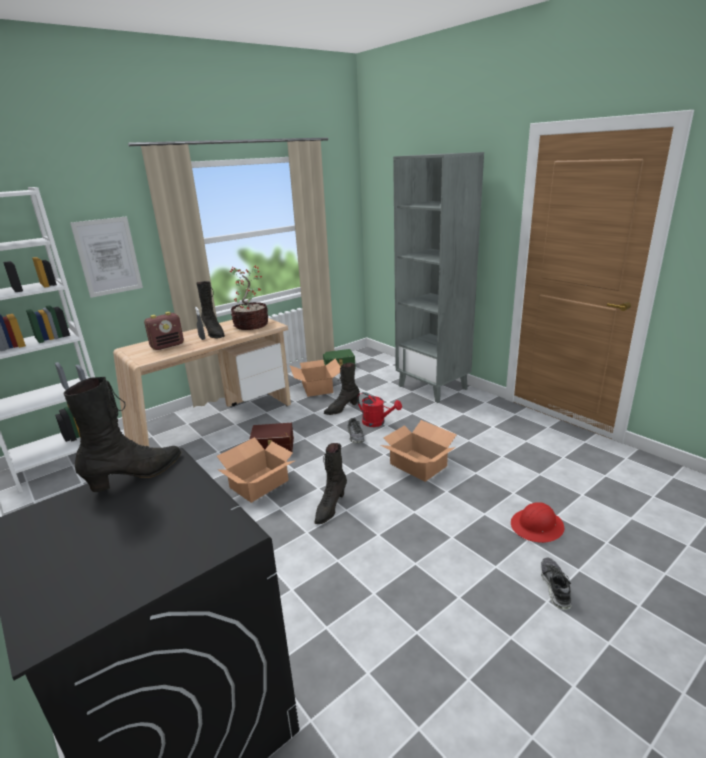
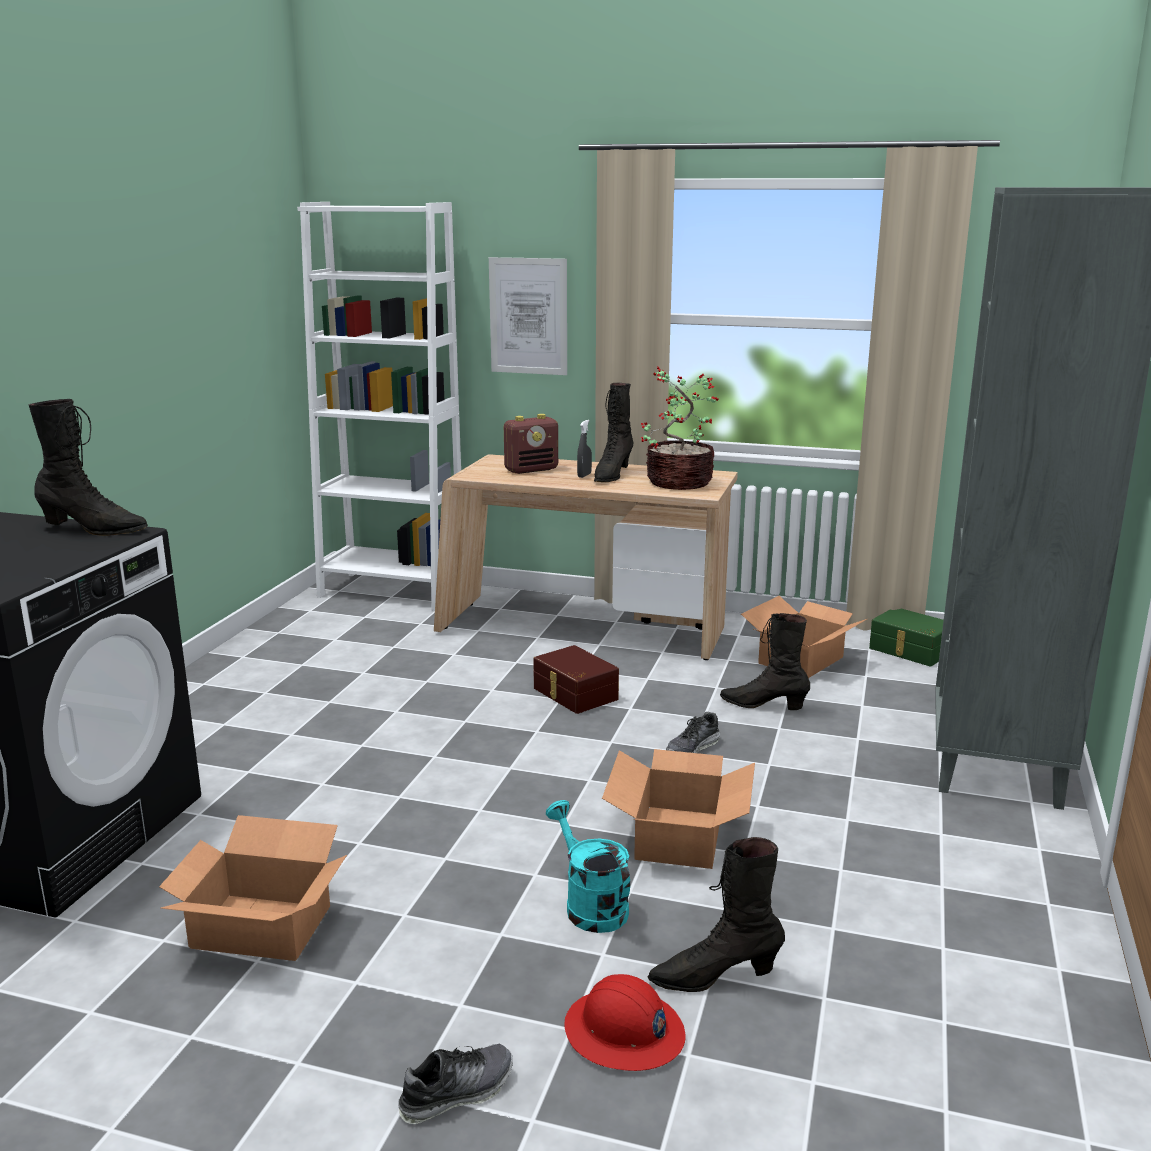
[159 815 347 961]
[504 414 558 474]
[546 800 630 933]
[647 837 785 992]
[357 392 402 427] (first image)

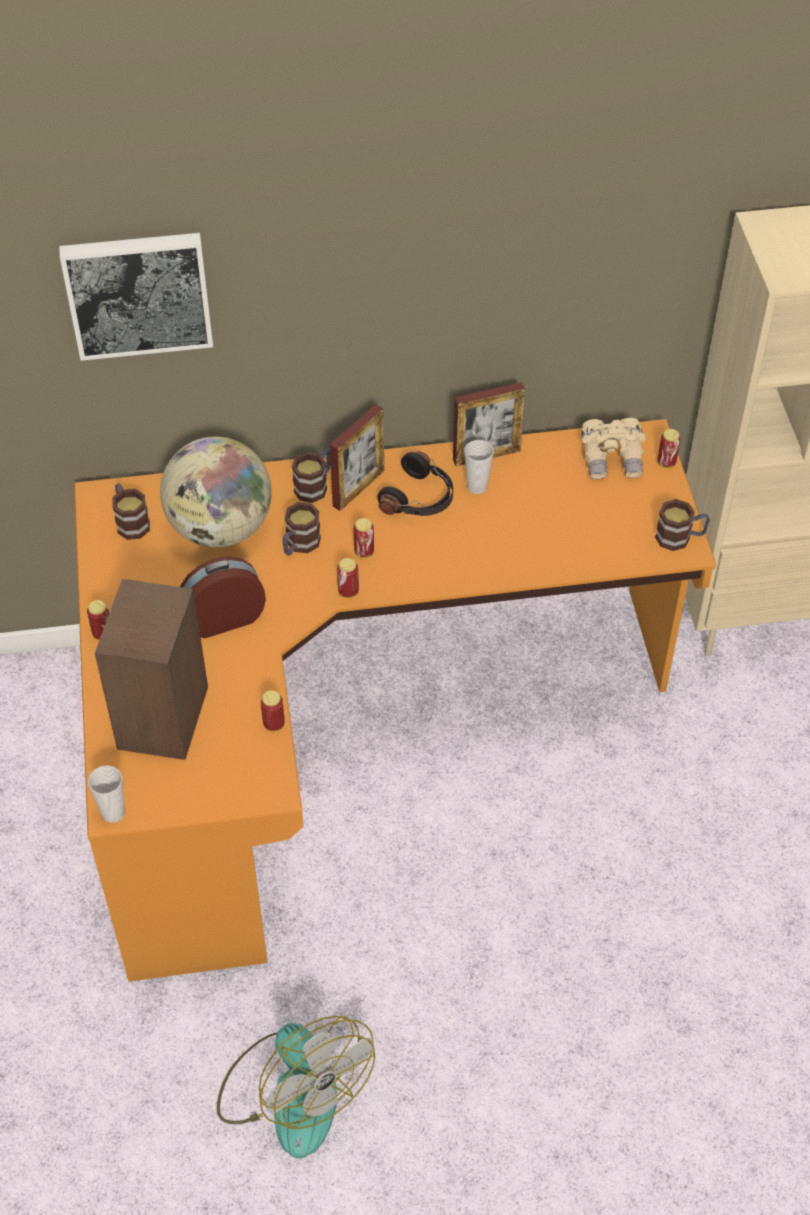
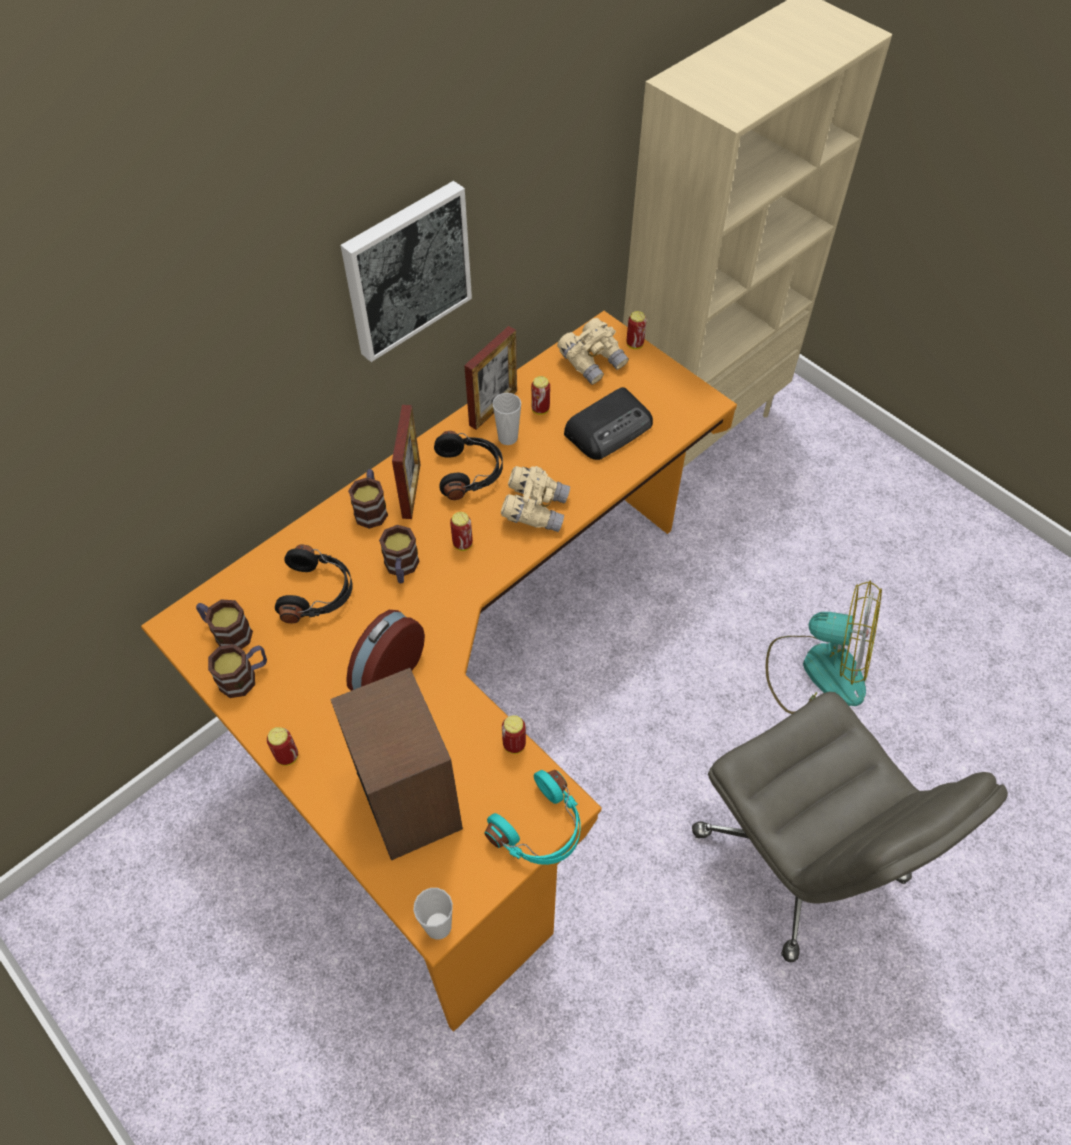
[208 644 267 698]
[275 544 353 623]
[340 181 472 362]
[484 770 580 865]
[501 466 570 532]
[531 376 550 415]
[564 387 653 460]
[692 692 1008 962]
[766 580 882 714]

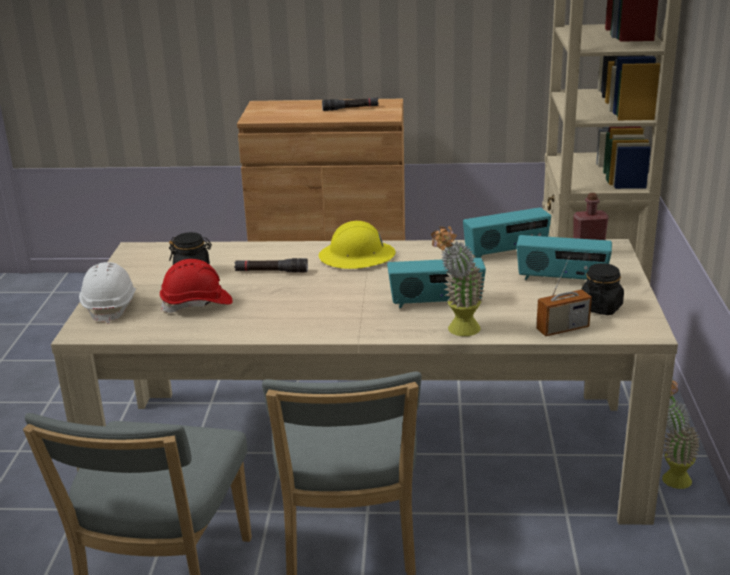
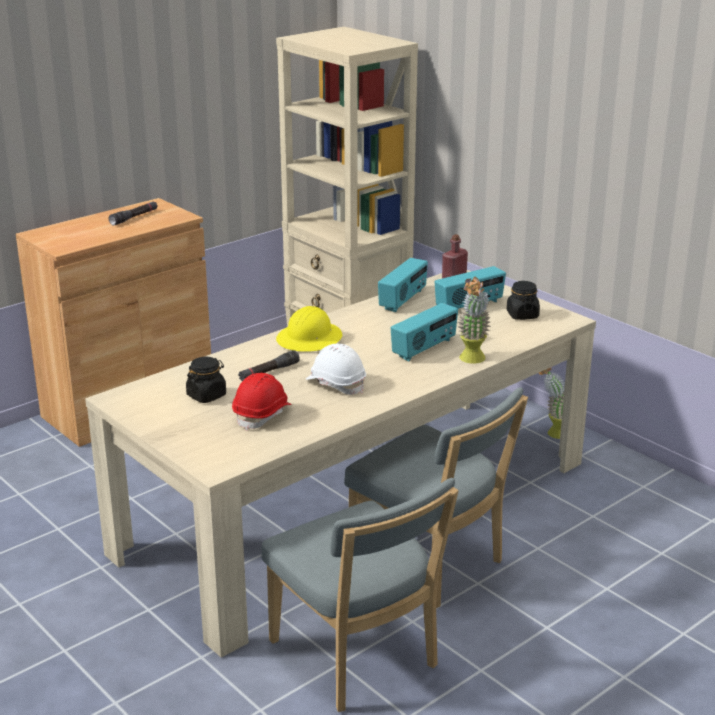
[306 344 366 395]
[536 256 592 336] (first image)

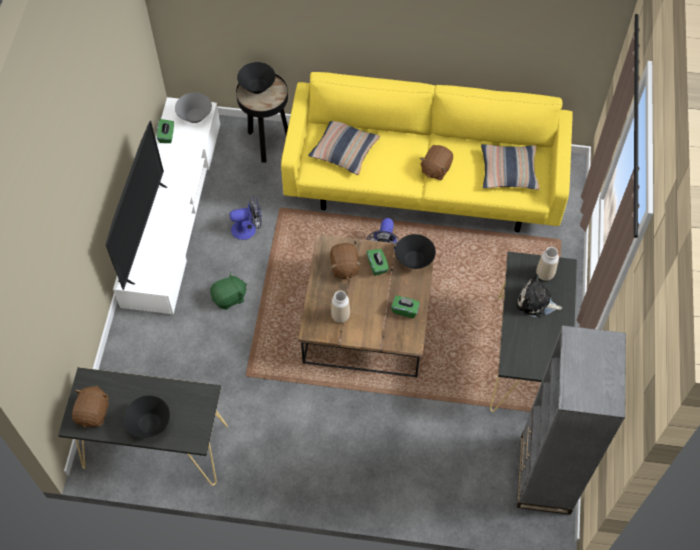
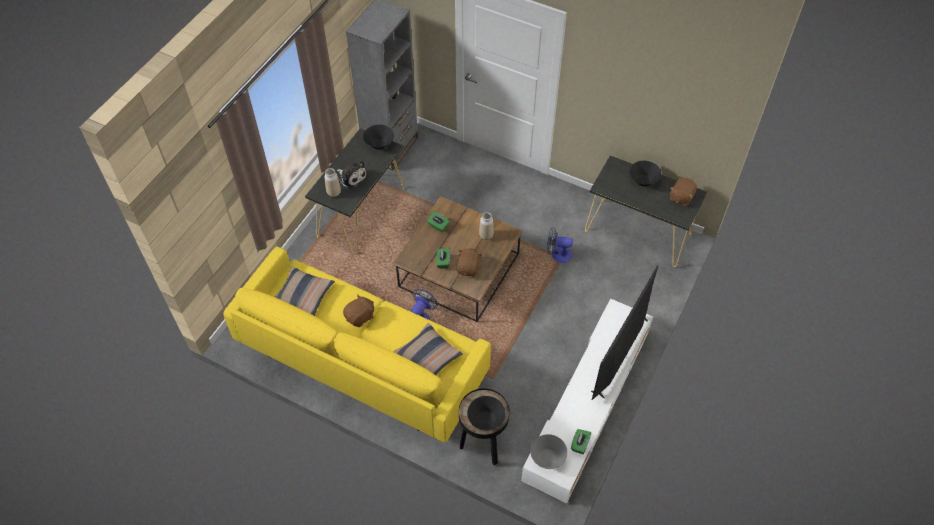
[363 125 394 150]
[547 228 573 263]
[210 272 247 310] (first image)

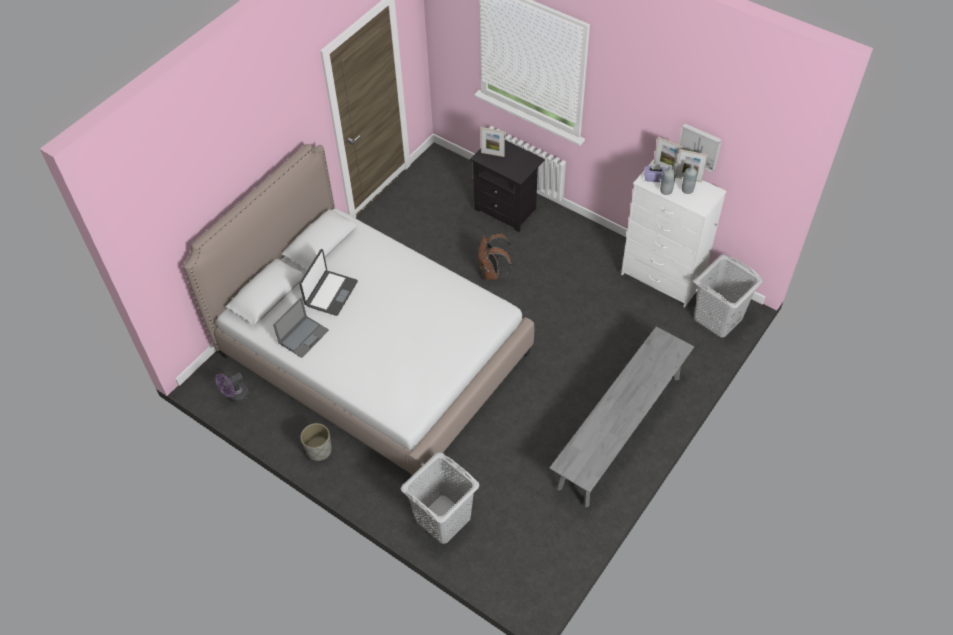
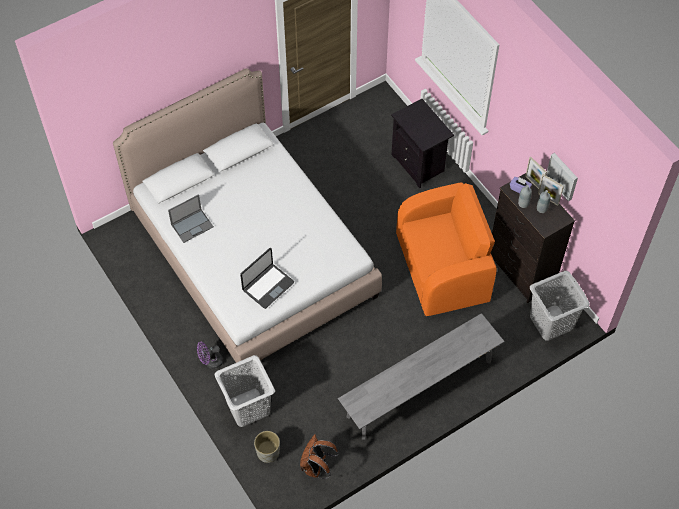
[197 342 223 369]
[240 248 294 309]
[254 431 280 463]
[300 434 338 479]
[396 182 497 316]
[491 173 575 303]
[481 127 505 157] (first image)

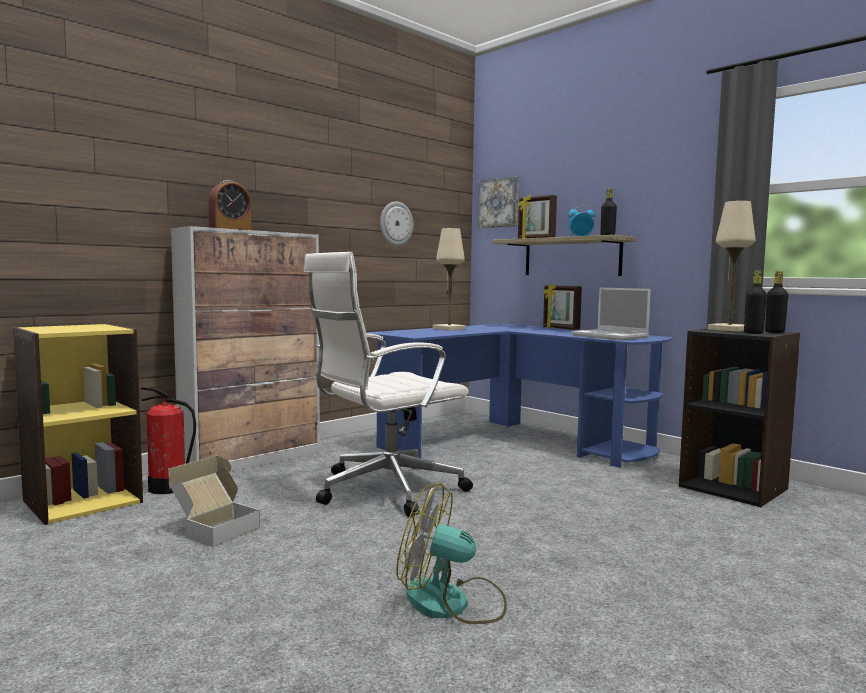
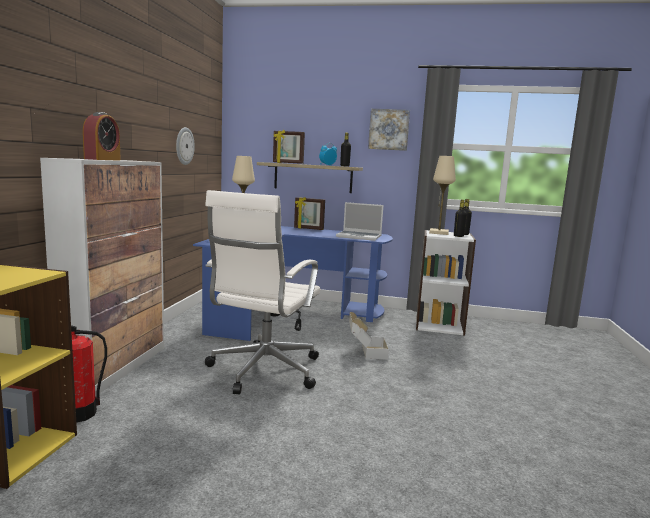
[349 312 389 360]
[368 109 410 151]
[416 230 476 336]
[396 483 507 624] (first image)

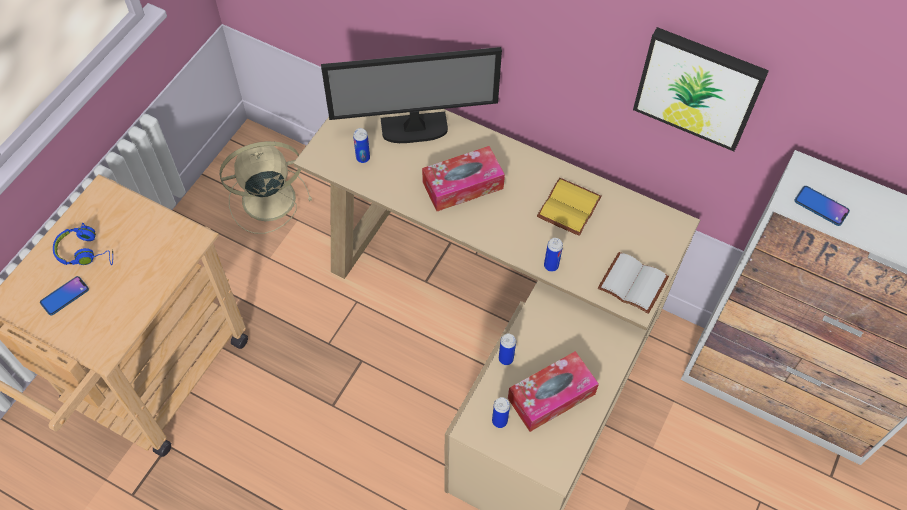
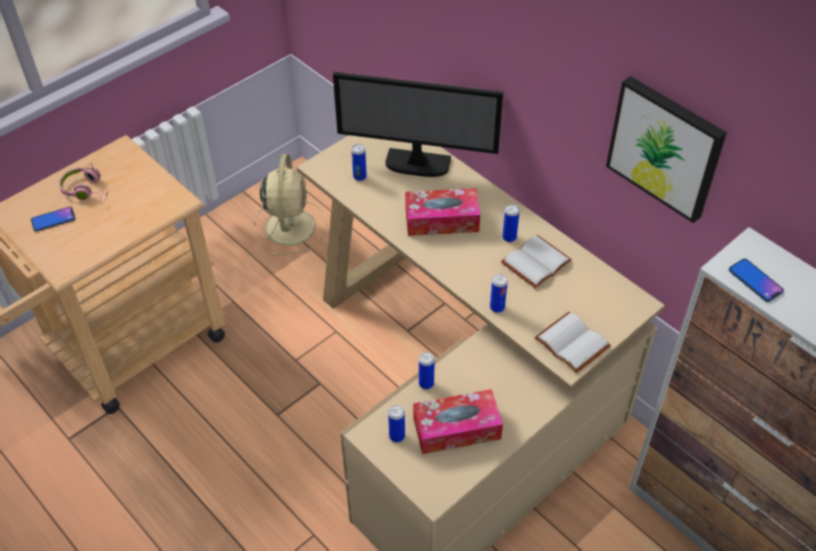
[58 163 108 204]
[254 154 327 256]
[501 235 572 289]
[502 204 520 242]

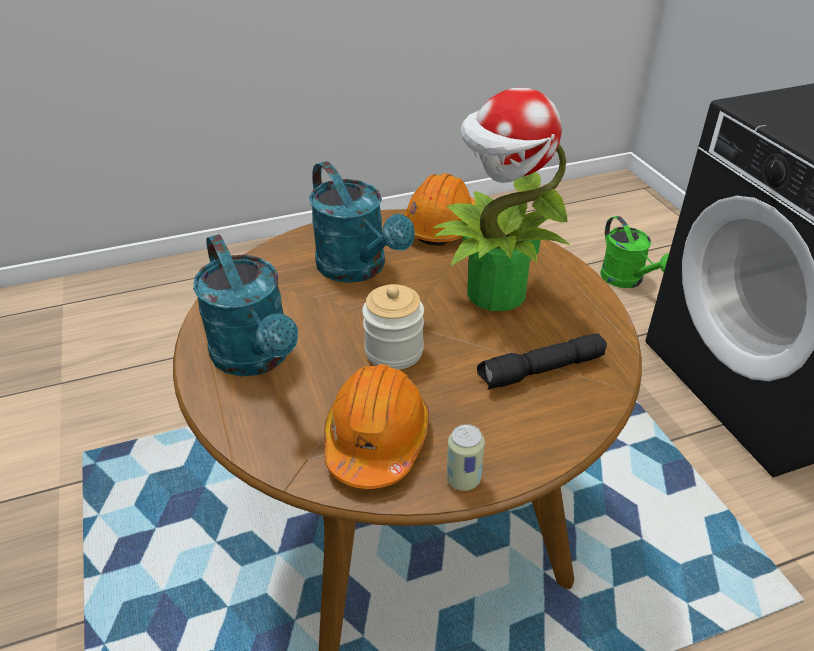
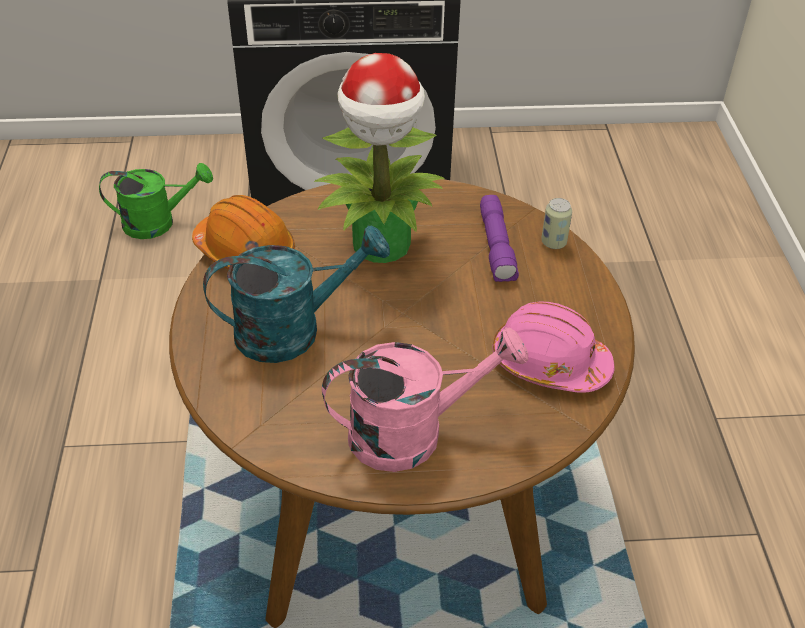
[322 327 528 472]
[480 195 519 282]
[493 301 615 393]
[541 198 572 249]
[362 284 424 370] (first image)

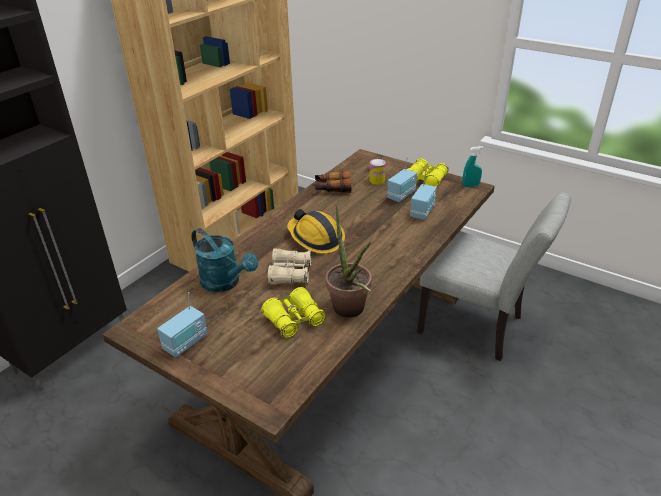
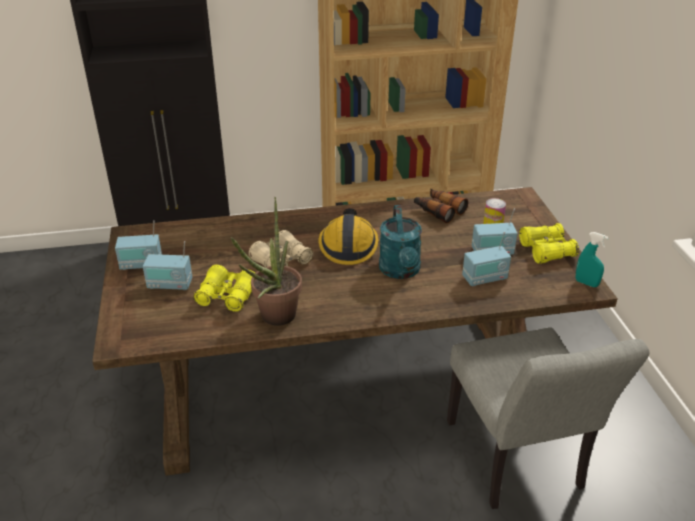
[143 241 192 290]
[379 205 422 279]

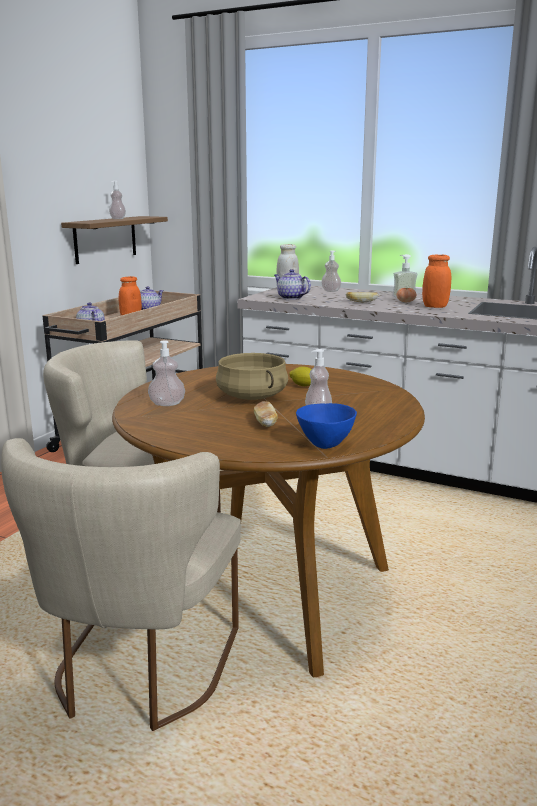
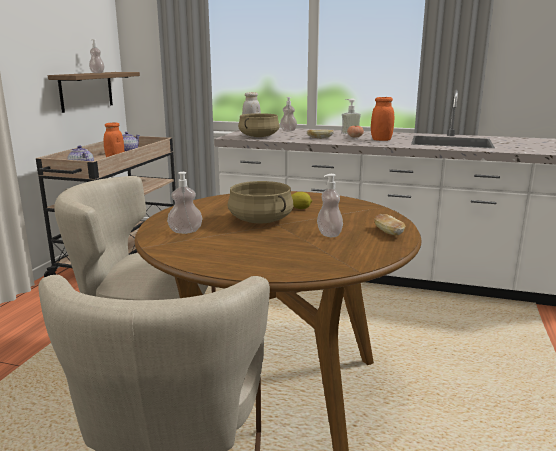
[238 113 280 137]
[374 214 405 235]
[296 403 357 449] (first image)

